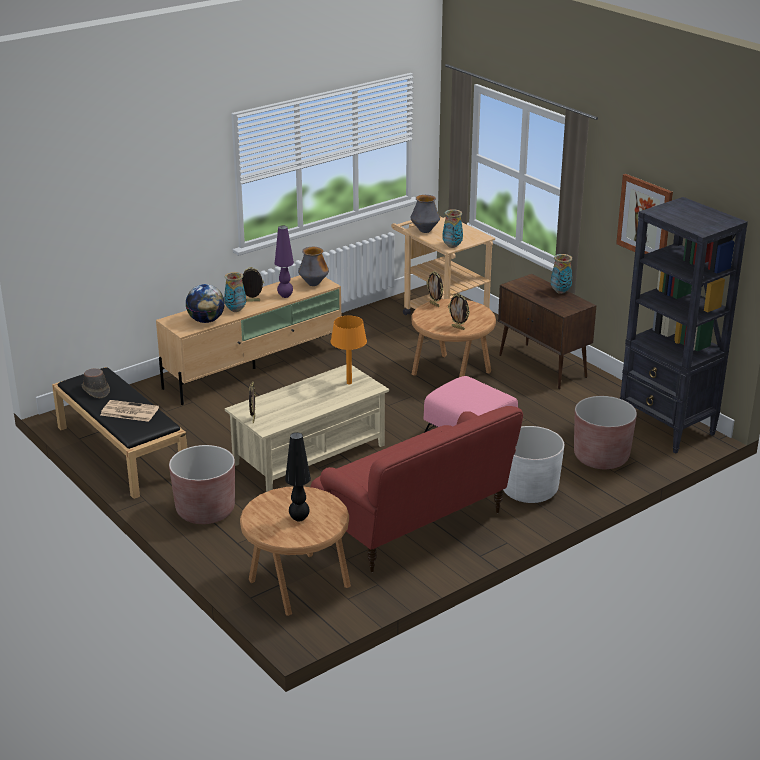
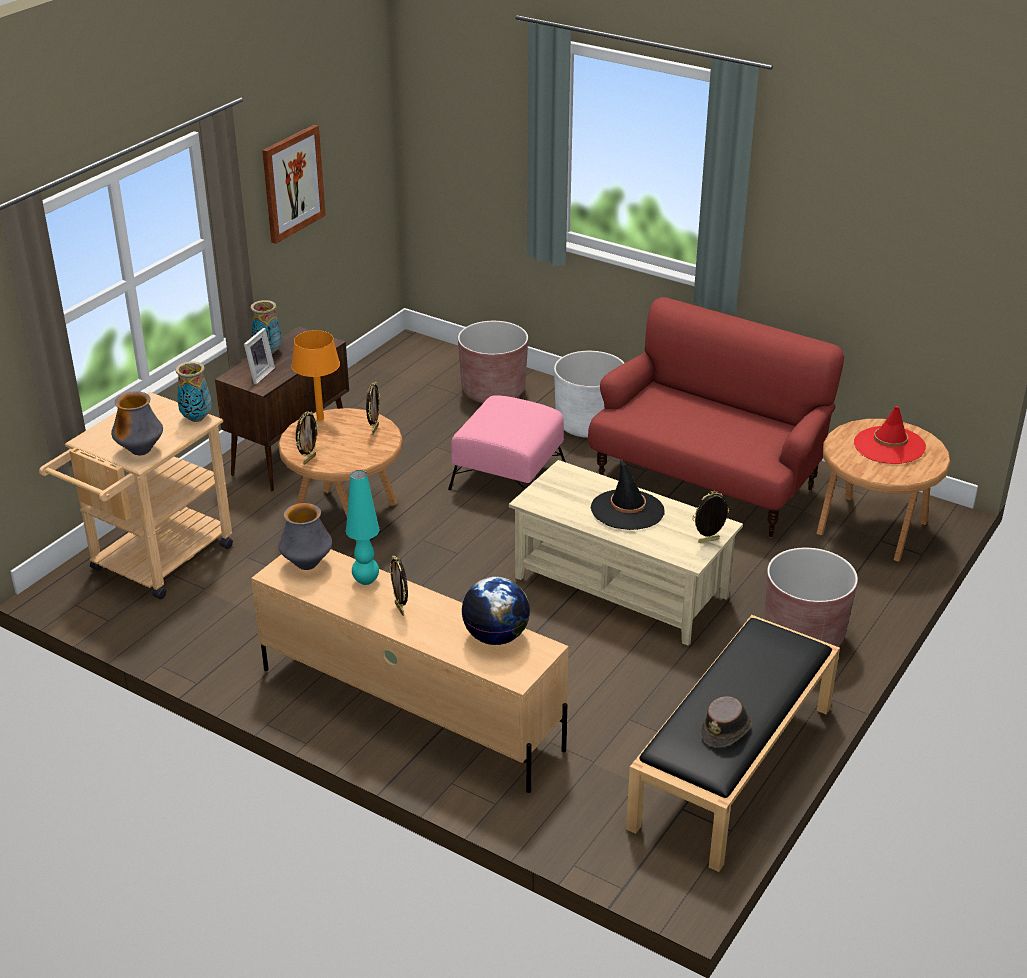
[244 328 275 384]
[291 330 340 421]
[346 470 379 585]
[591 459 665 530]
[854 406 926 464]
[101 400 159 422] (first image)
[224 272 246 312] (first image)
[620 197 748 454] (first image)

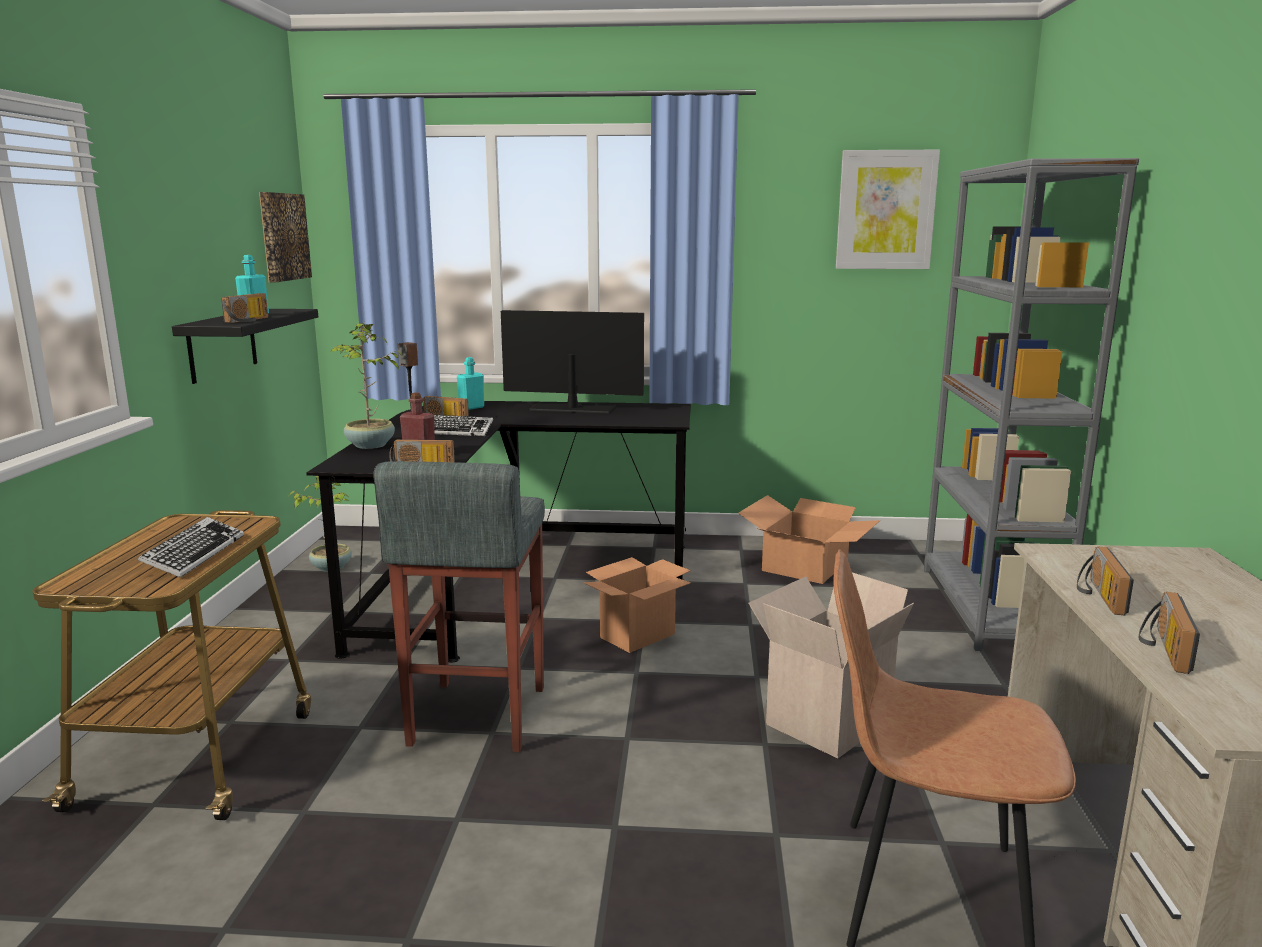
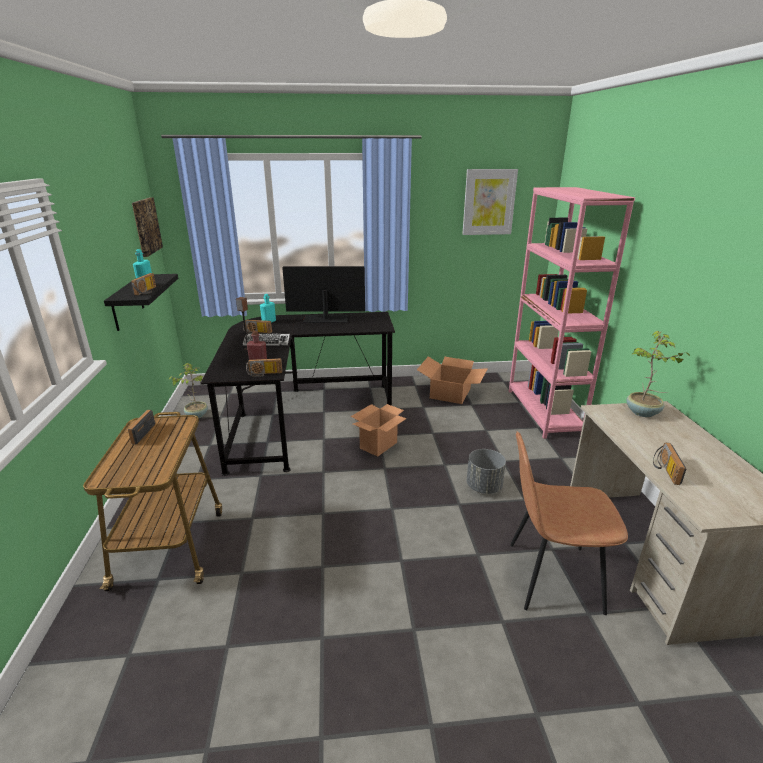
[128 410 155 445]
[467 449 506 494]
[509 187 635 439]
[626 331 690 417]
[138 517 244 578] (first image)
[373 461 545 752] (first image)

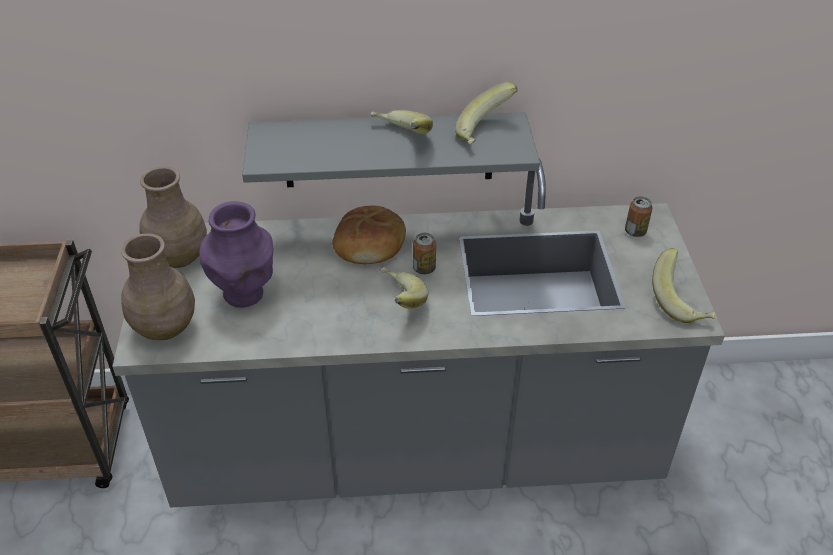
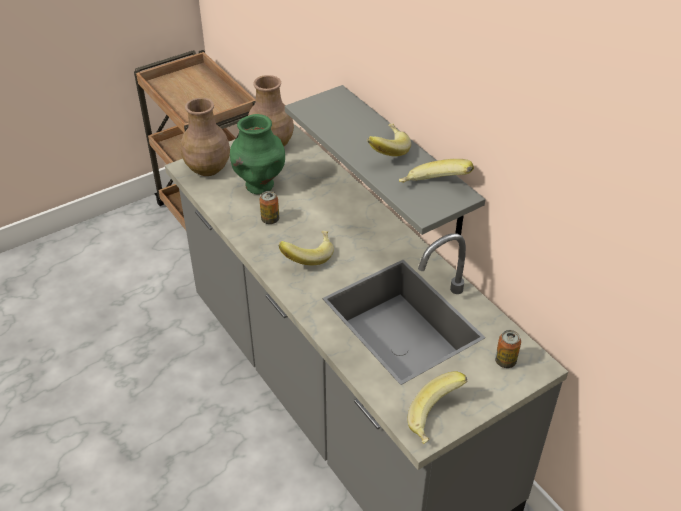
[230 114 285 194]
[260 191 279 224]
[332 206 406 264] (first image)

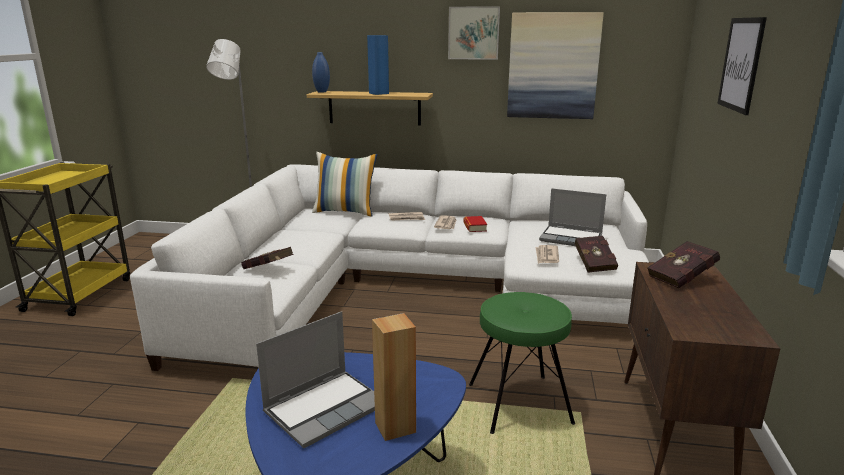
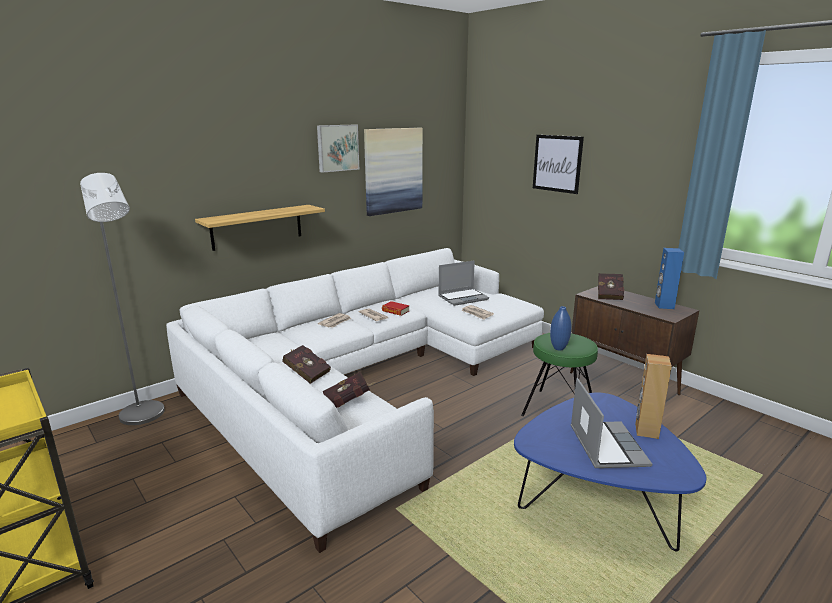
[282 345 331 384]
[550 306 571 351]
[655 248 684 309]
[312 152 377 217] (first image)

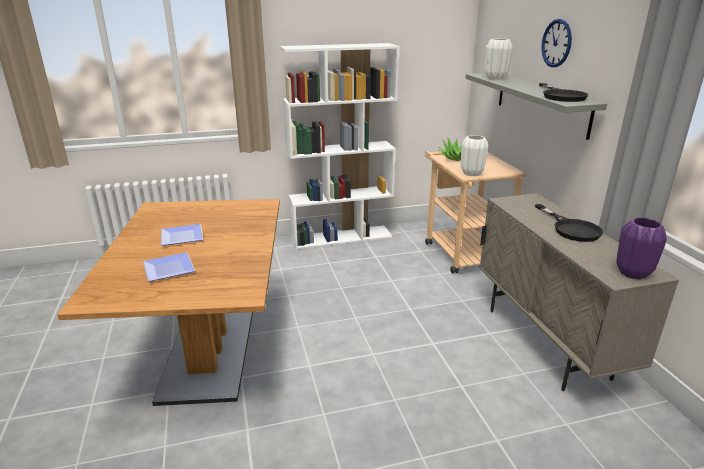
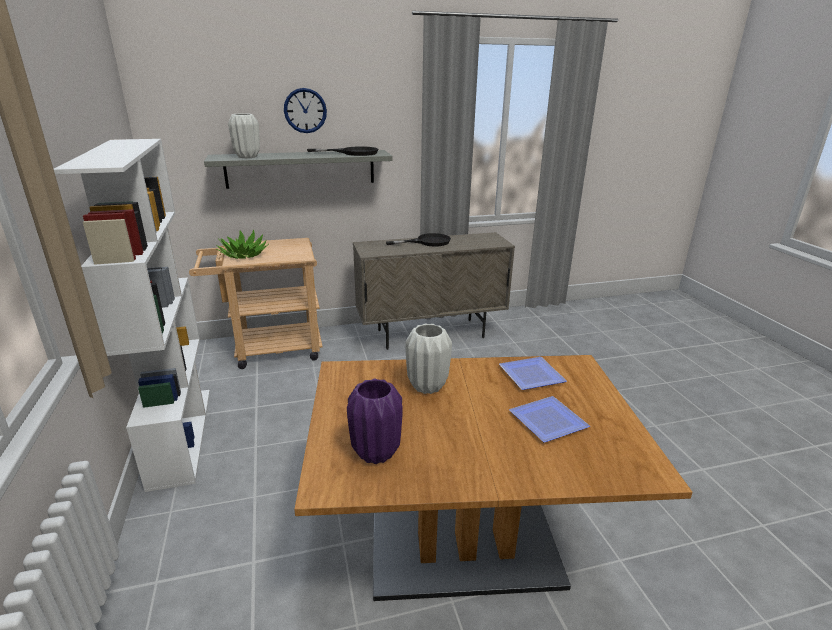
[347 379 403 464]
[405 324 452 394]
[499 357 567 390]

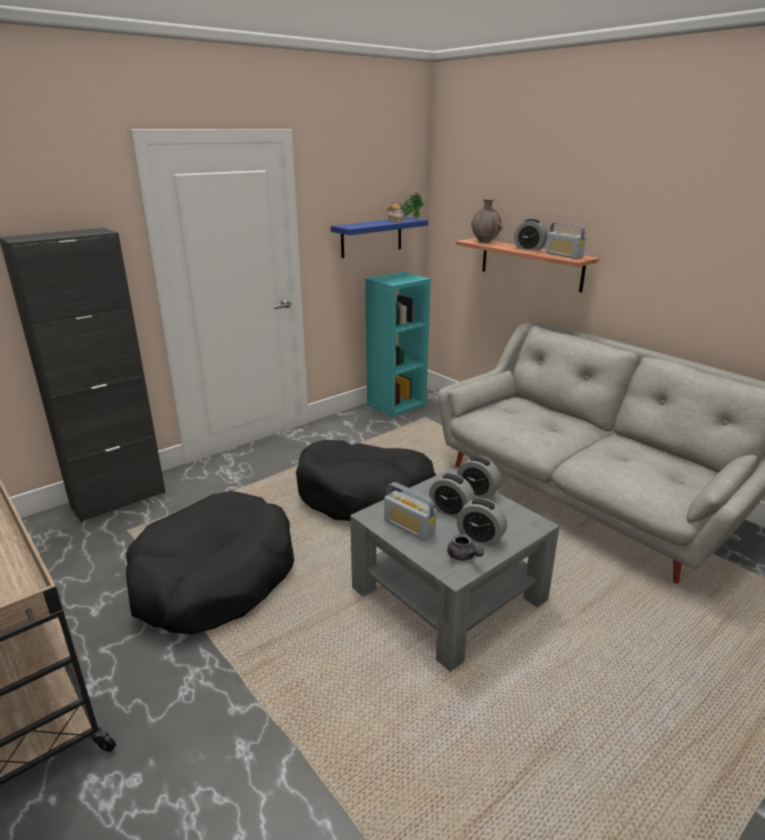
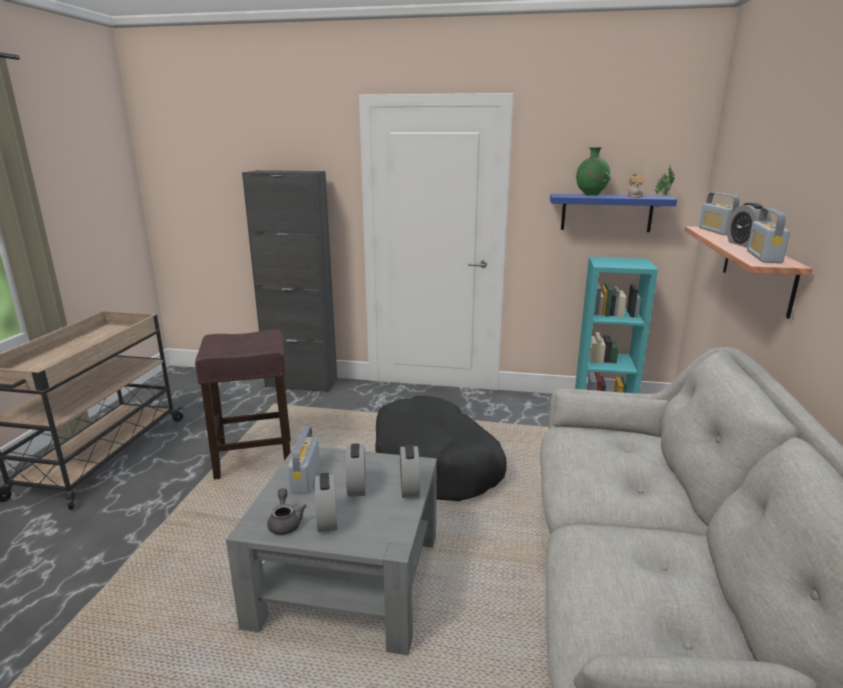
[195 329 291 479]
[267 488 306 535]
[576 147 610 195]
[699 192 740 235]

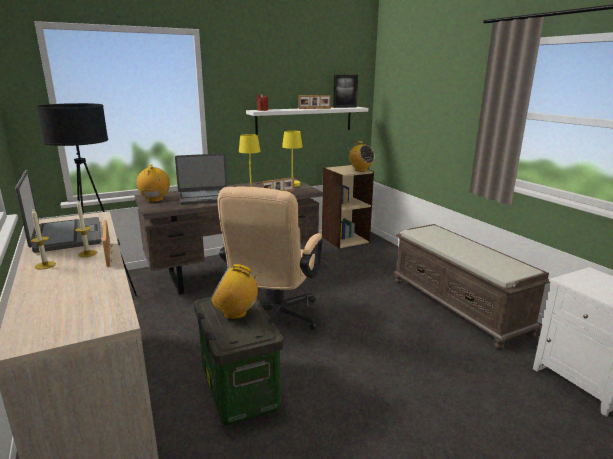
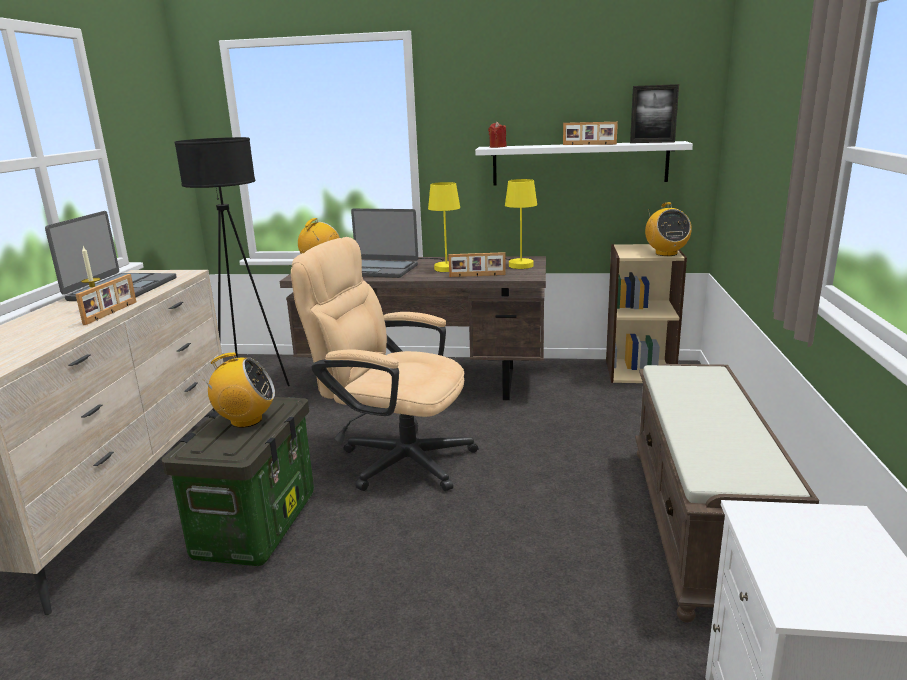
[198 352 275 428]
[291 237 479 491]
[30 209 56 270] (first image)

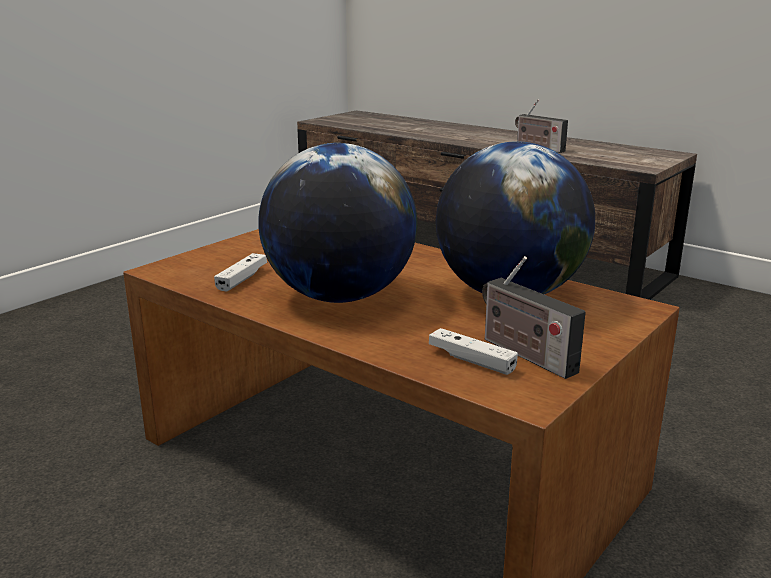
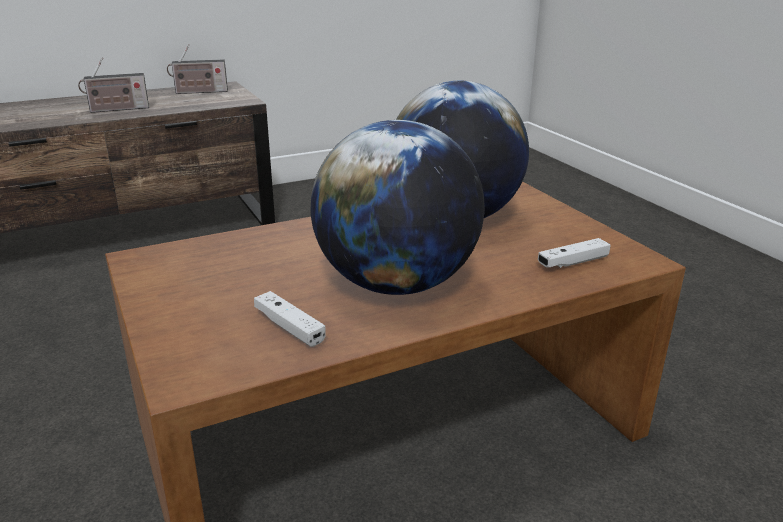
[167 44 228 94]

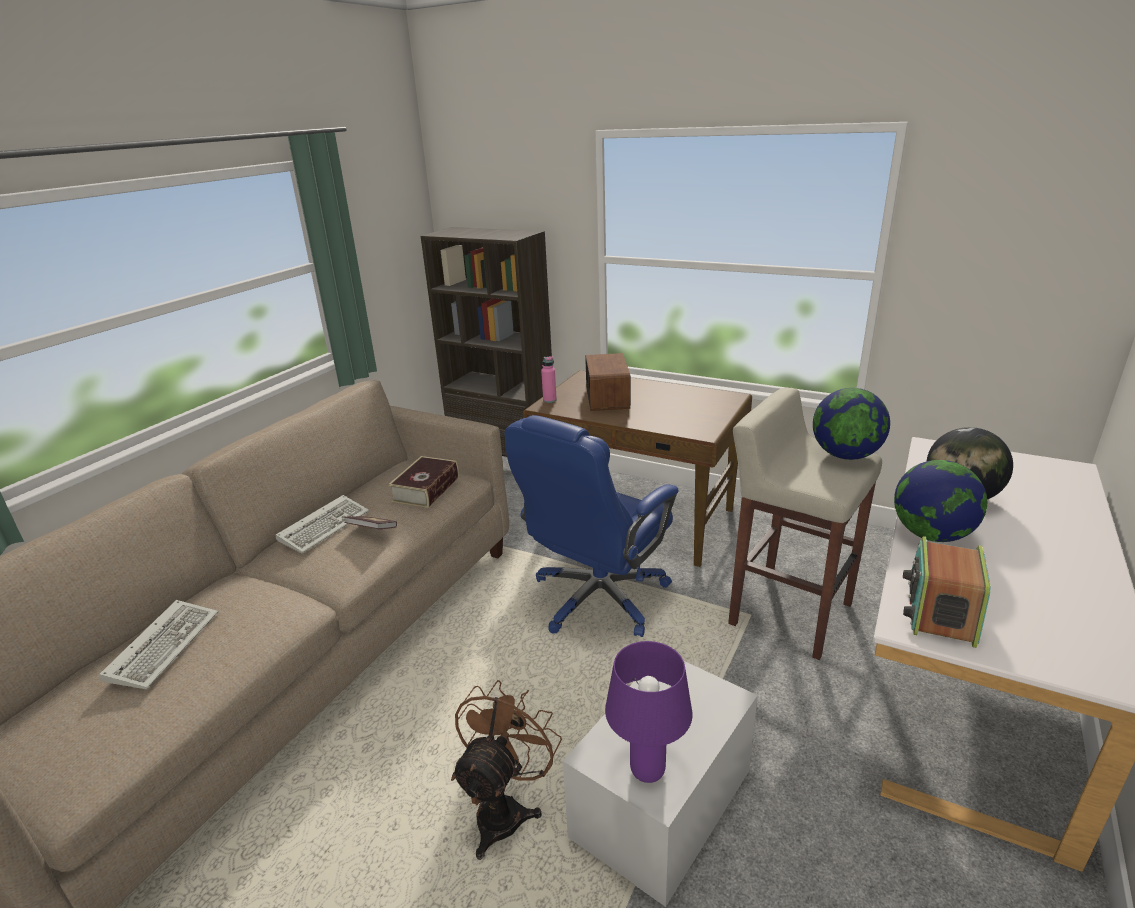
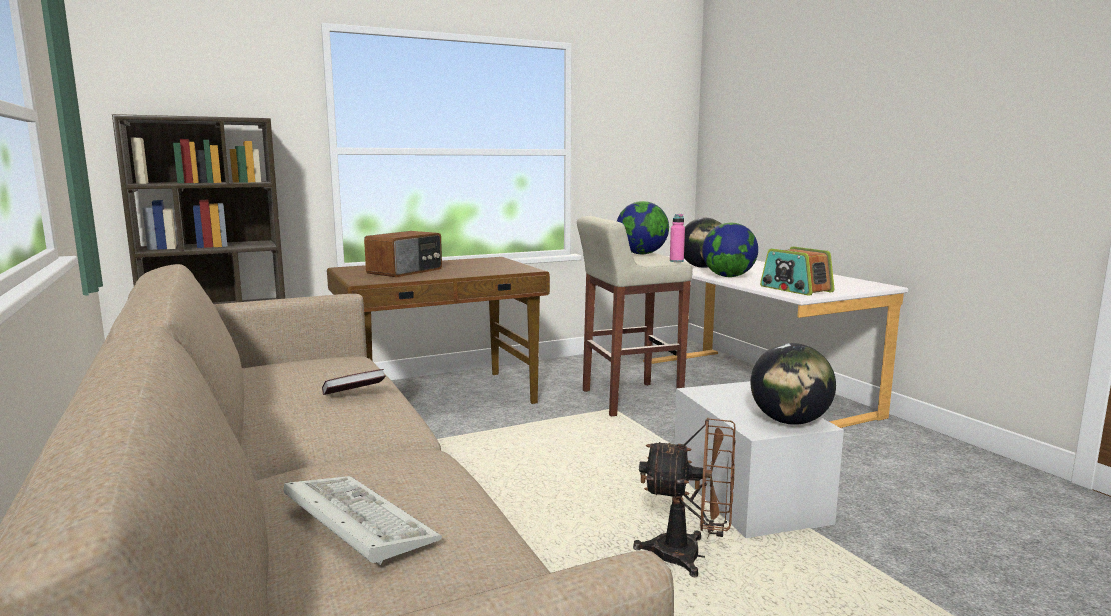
[364 231 442 277]
[633 418 736 577]
[670 214 685 262]
[751 343 836 425]
[276 495 369 554] (first image)
[388 456 459 508] (first image)
[505 415 679 637] (first image)

